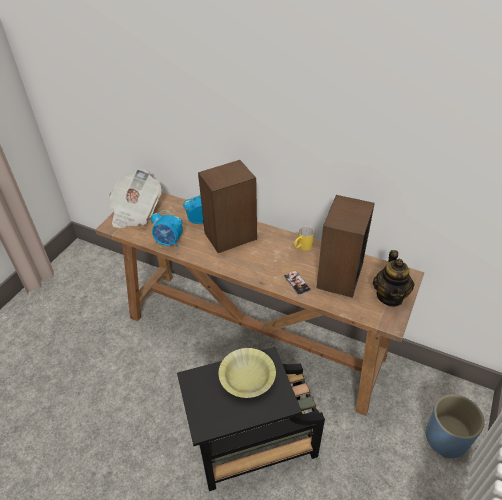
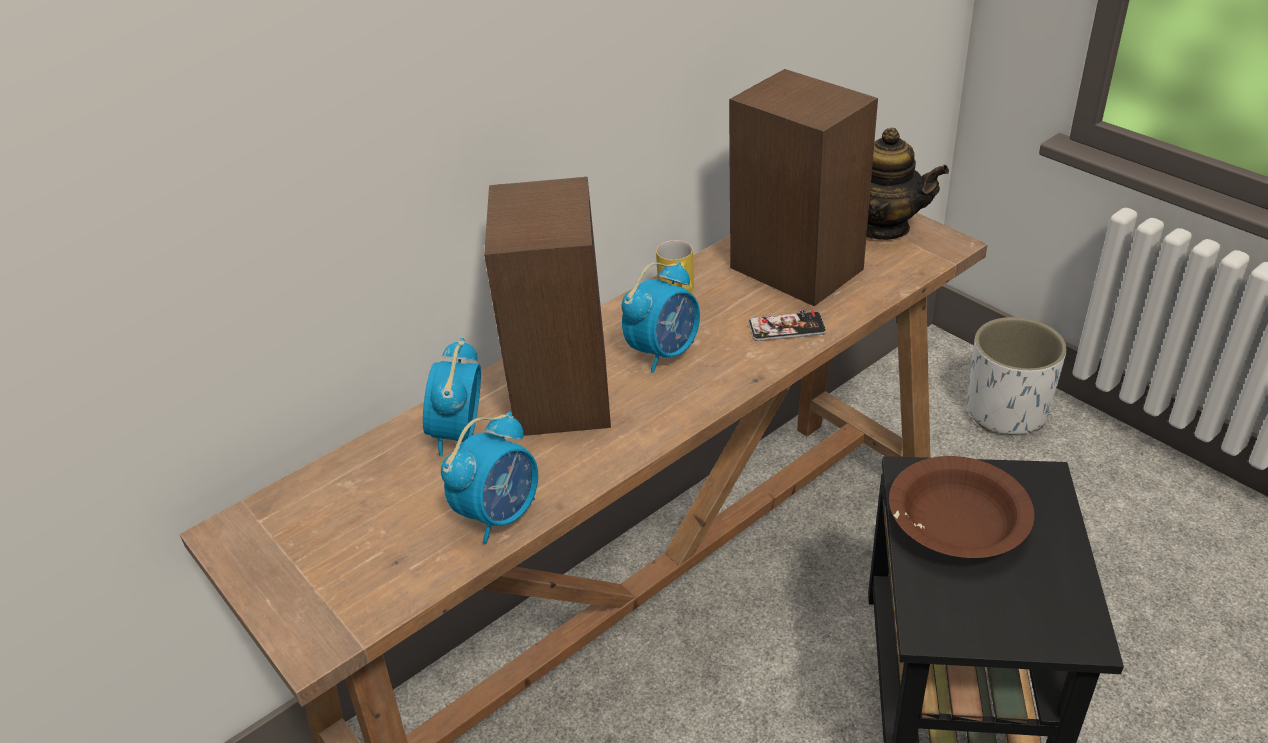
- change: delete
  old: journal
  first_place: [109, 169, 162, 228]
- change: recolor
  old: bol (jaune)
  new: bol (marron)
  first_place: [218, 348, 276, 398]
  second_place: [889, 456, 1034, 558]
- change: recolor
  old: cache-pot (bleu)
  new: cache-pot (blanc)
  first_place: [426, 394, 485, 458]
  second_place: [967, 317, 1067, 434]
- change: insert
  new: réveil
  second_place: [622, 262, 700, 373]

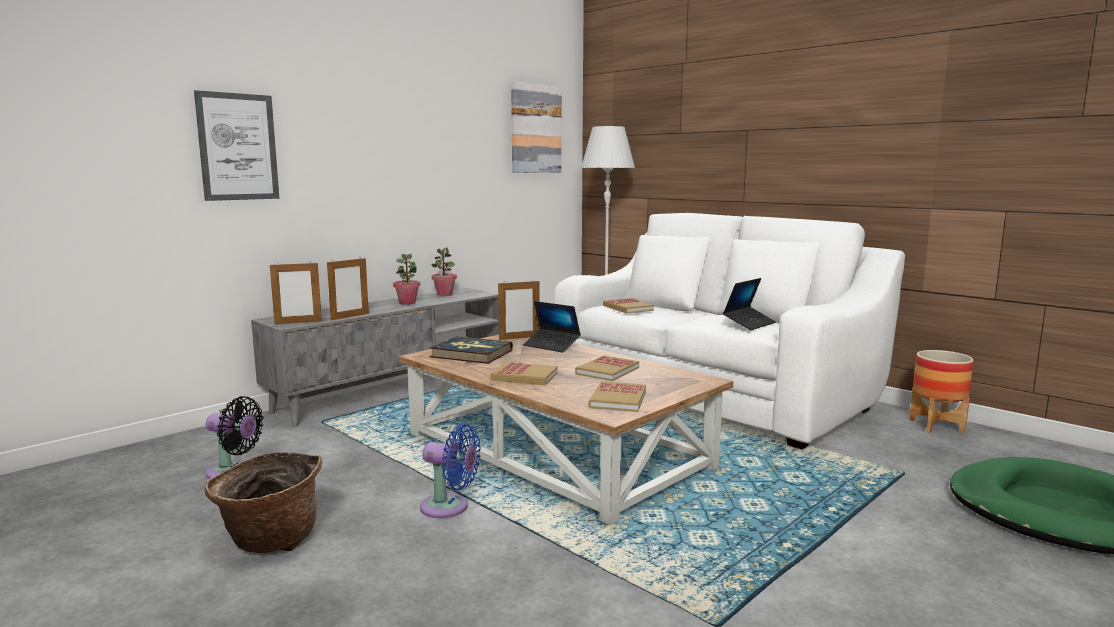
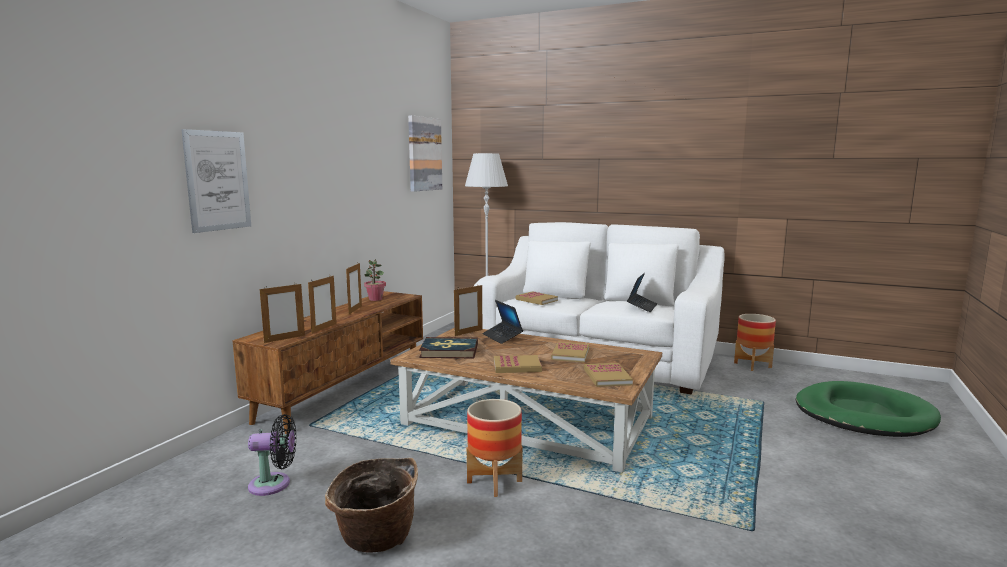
- change: replace
  old: plante en pot
  new: cadre photo
  first_place: [393, 254, 420, 305]
  second_place: [346, 262, 362, 314]
- change: recolor
  old: meuble télé (gris)
  new: meuble télé (marron)
  first_place: [251, 288, 499, 427]
  second_place: [232, 291, 423, 434]
- change: rotate
  old: ordinateur portable
  first_place: [523, 301, 581, 353]
  second_place: [482, 300, 523, 344]
  degrees: 45
- change: replace
  old: ventilateur (bleu)
  new: cache-pot
  first_place: [420, 424, 481, 518]
  second_place: [467, 399, 523, 497]

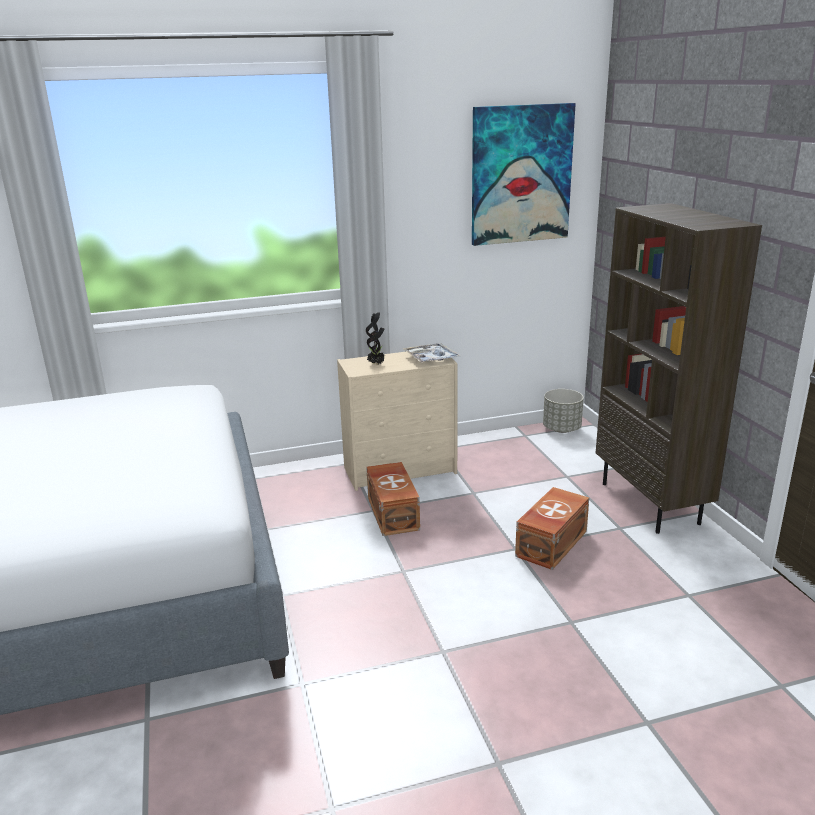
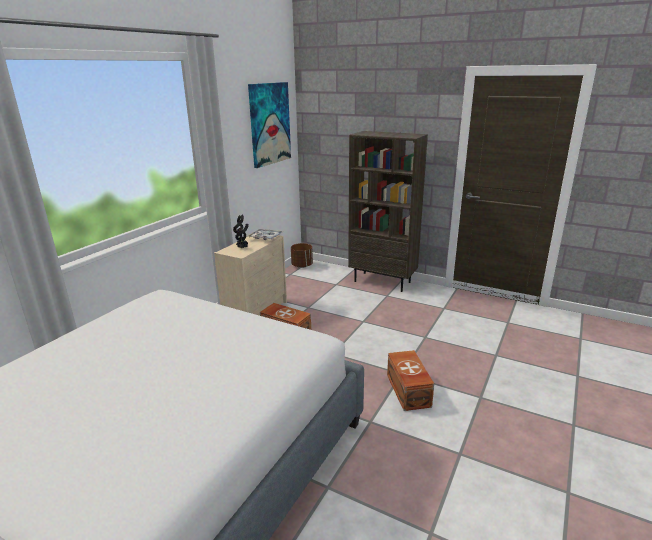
- change: recolor
  old: cache-pot (gris)
  new: cache-pot (marron)
  first_place: [543, 389, 584, 433]
  second_place: [291, 243, 313, 268]
- change: move
  old: boîte de rangement (marron)
  first_place: [515, 487, 589, 570]
  second_place: [387, 350, 434, 411]

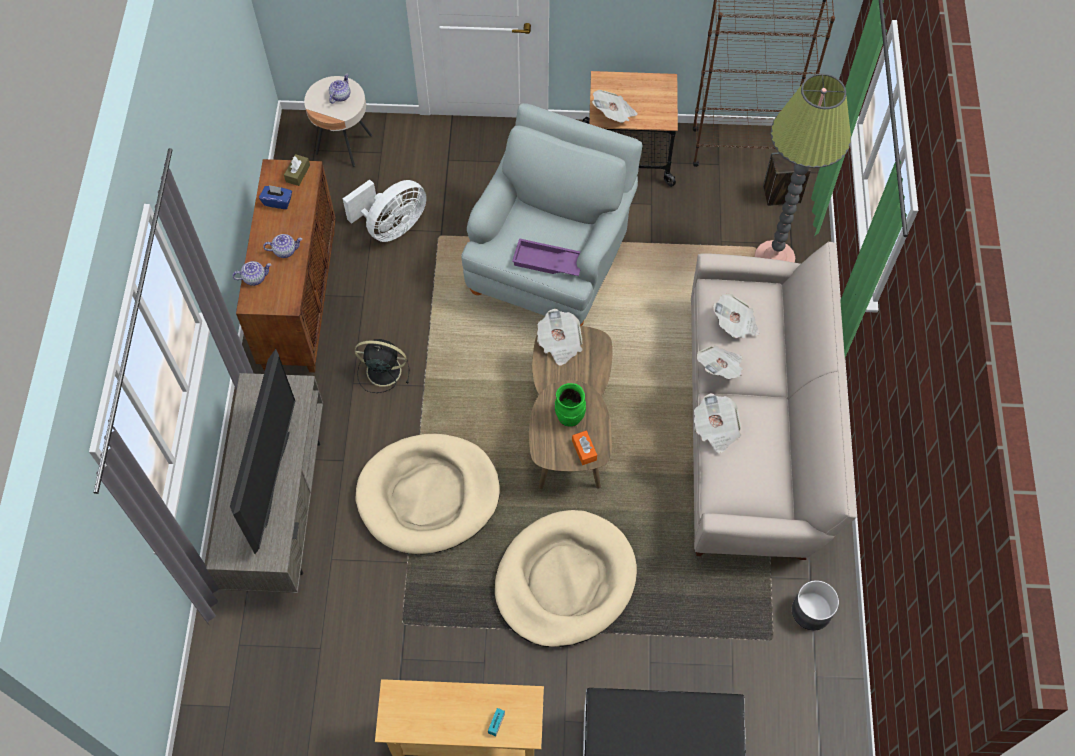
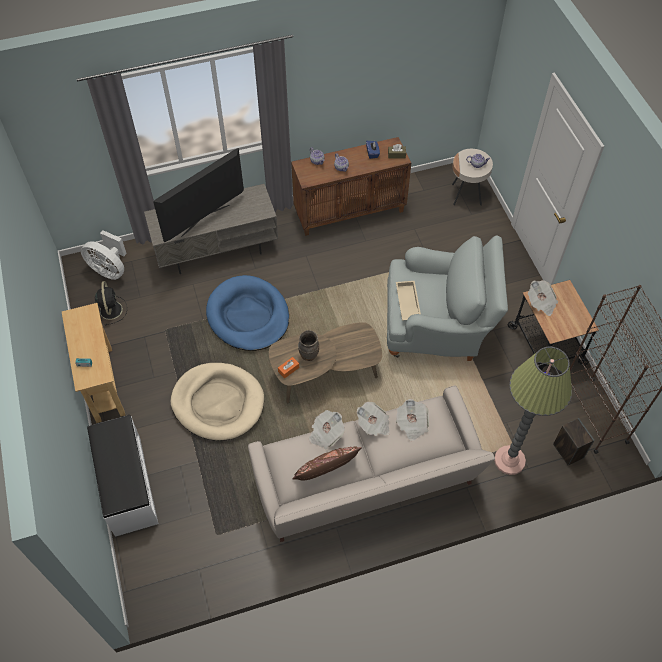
- change: move
  old: ventilateur (blanc)
  first_place: [343, 180, 427, 242]
  second_place: [81, 230, 127, 280]
- change: recolor
  old: plateau (violet)
  new: plateau (beige)
  first_place: [512, 238, 581, 276]
  second_place: [396, 281, 421, 321]
- change: delete
  old: journal
  first_place: [537, 309, 582, 366]
- change: move
  old: ventilateur (noir)
  first_place: [354, 339, 409, 393]
  second_place: [95, 281, 127, 325]
- change: rotate
  old: téléviseur
  first_place: [230, 349, 295, 554]
  second_place: [153, 148, 244, 242]
  degrees: 150
- change: recolor
  old: vase (vert)
  new: vase (marron)
  first_place: [555, 383, 586, 427]
  second_place: [298, 330, 319, 361]
- change: recolor
  old: panier pour chien (beige)
  new: panier pour chien (bleu)
  first_place: [356, 434, 500, 554]
  second_place: [206, 275, 289, 351]
- change: delete
  old: cache-pot (gris)
  first_place: [792, 580, 839, 630]
- change: insert
  new: coussin (marron)
  second_place: [293, 446, 361, 481]

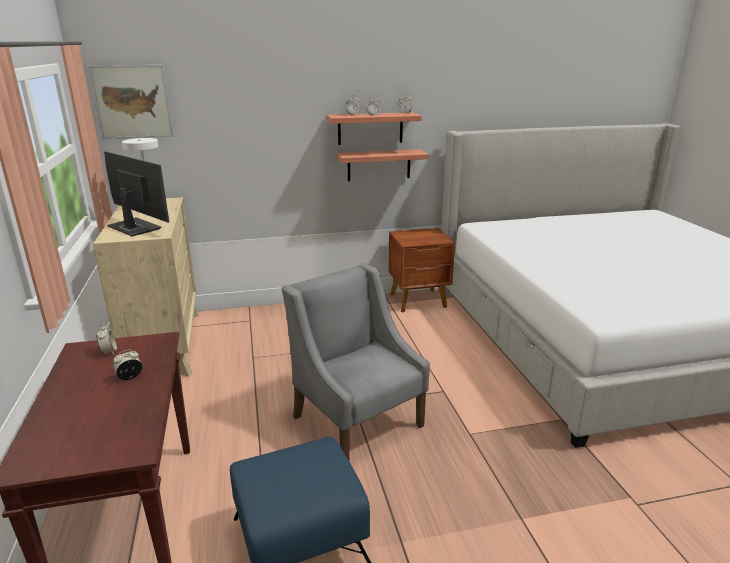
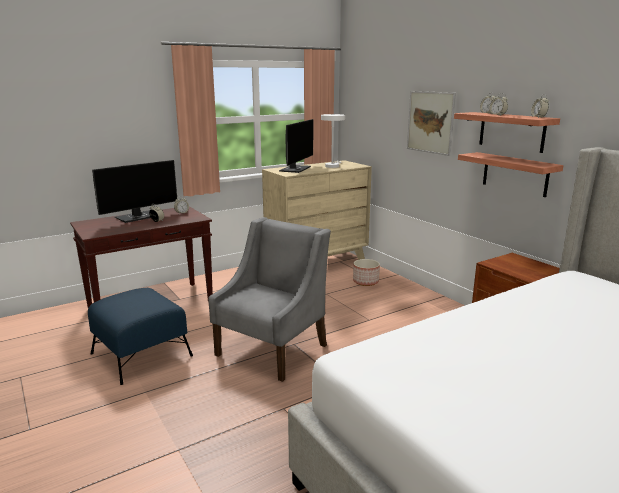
- change: move
  old: tableau
  first_place: [87, 65, 174, 139]
  second_place: [407, 91, 456, 156]
- change: insert
  new: écran d'ordinateur
  second_place: [92, 160, 177, 223]
- change: insert
  new: cache-pot
  second_place: [353, 259, 380, 286]

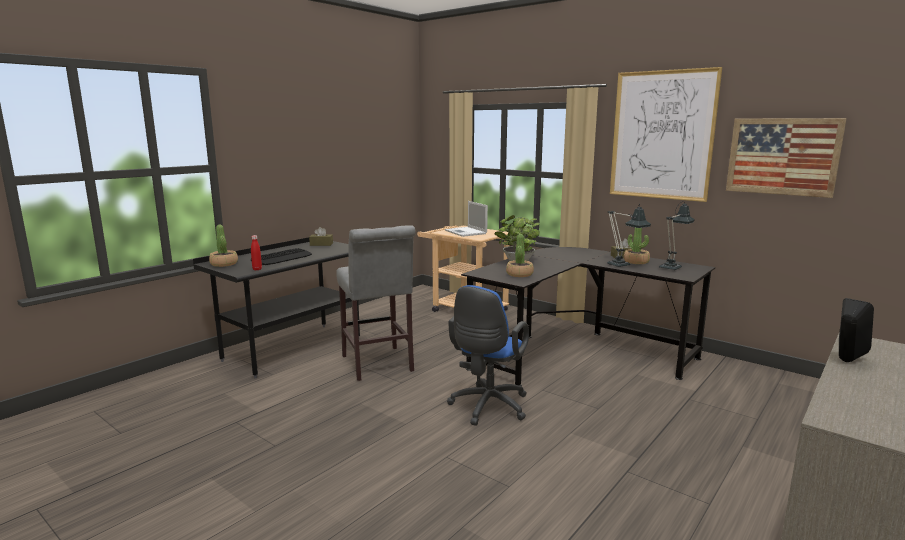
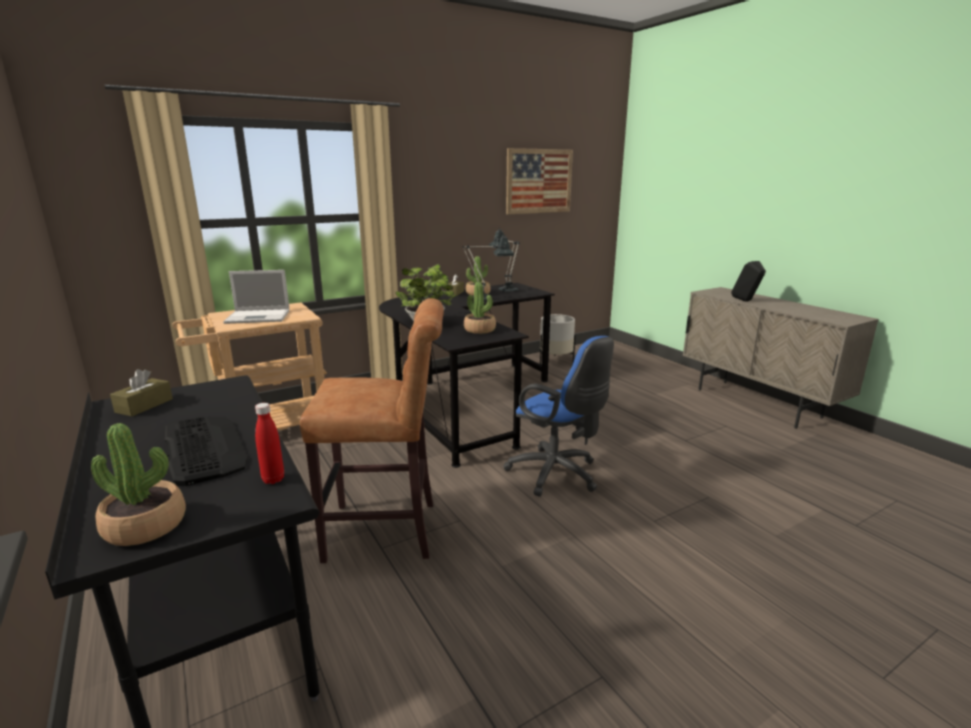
- change: delete
  old: tableau
  first_place: [610, 67, 722, 202]
- change: recolor
  old: tabouret (gris)
  new: tabouret (marron)
  first_place: [336, 225, 416, 381]
  second_place: [300, 298, 444, 563]
- change: insert
  new: cache-pot (blanc)
  second_place: [540, 314, 575, 364]

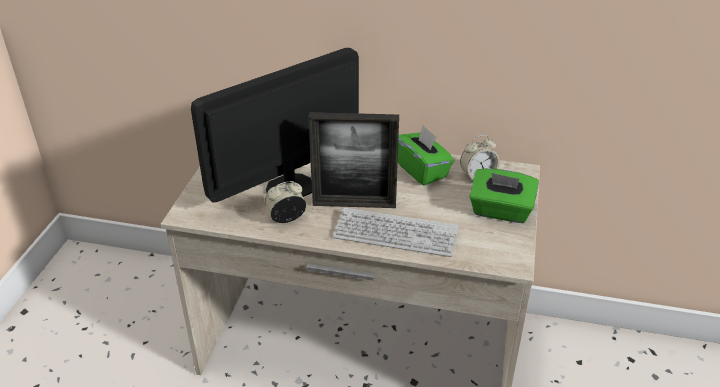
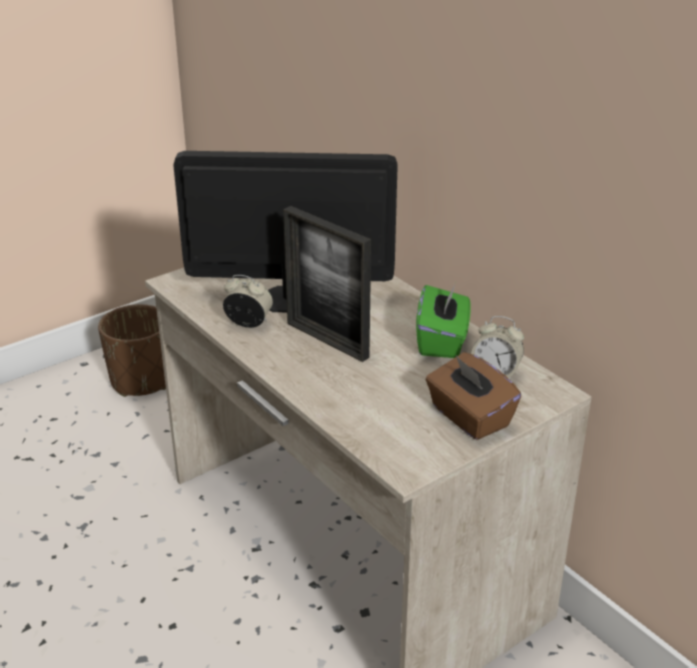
- change: recolor
  old: boîte à mouchoirs (vert)
  new: boîte à mouchoirs (marron)
  first_place: [470, 168, 539, 223]
  second_place: [425, 352, 521, 440]
- change: delete
  old: clavier
  first_place: [333, 208, 458, 257]
- change: insert
  new: cache-pot (marron)
  second_place: [98, 304, 166, 397]

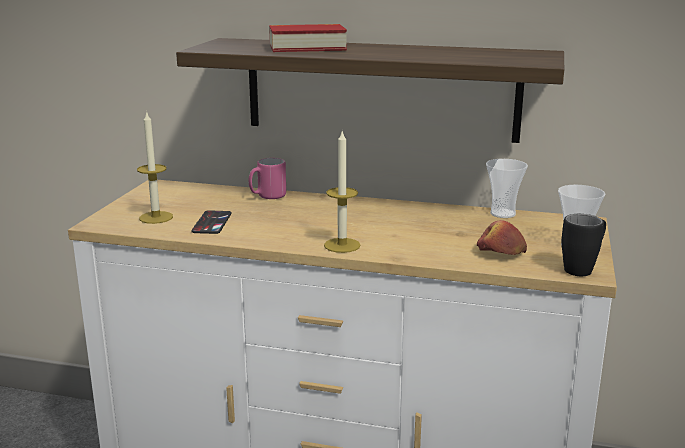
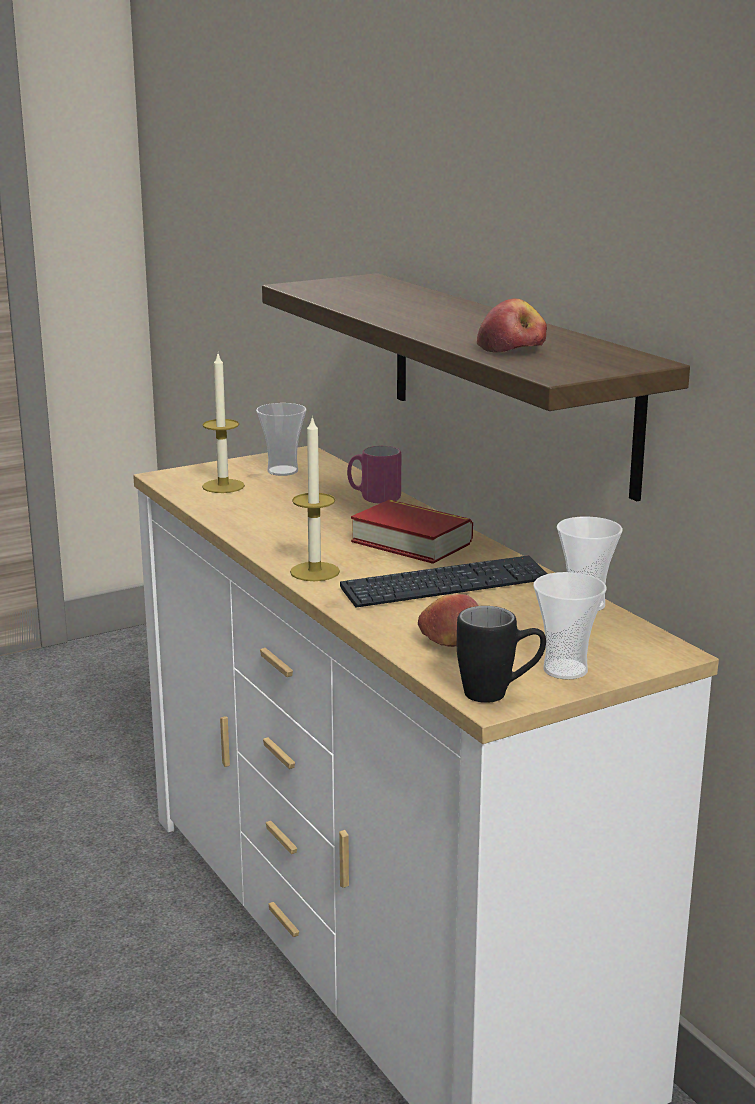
- change: move
  old: livre
  first_place: [269, 24, 347, 52]
  second_place: [351, 499, 473, 564]
- change: delete
  old: téléphone
  first_place: [191, 210, 232, 234]
- change: insert
  new: pomme
  second_place: [477, 299, 547, 353]
- change: insert
  new: tasse
  second_place: [256, 403, 307, 476]
- change: insert
  new: clavier
  second_place: [340, 555, 548, 608]

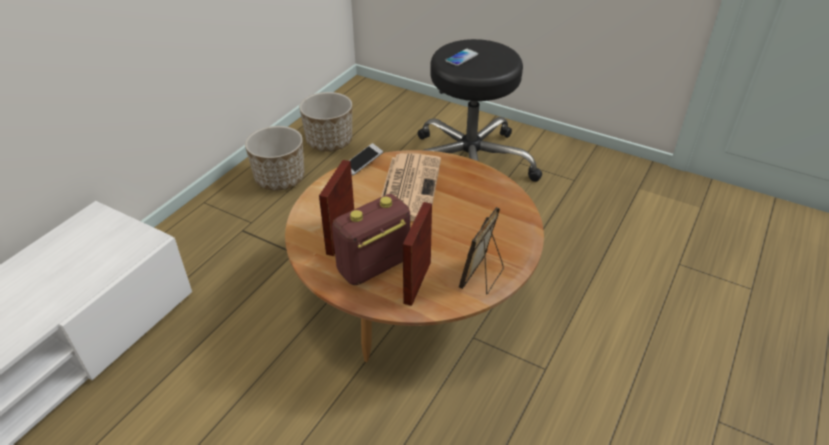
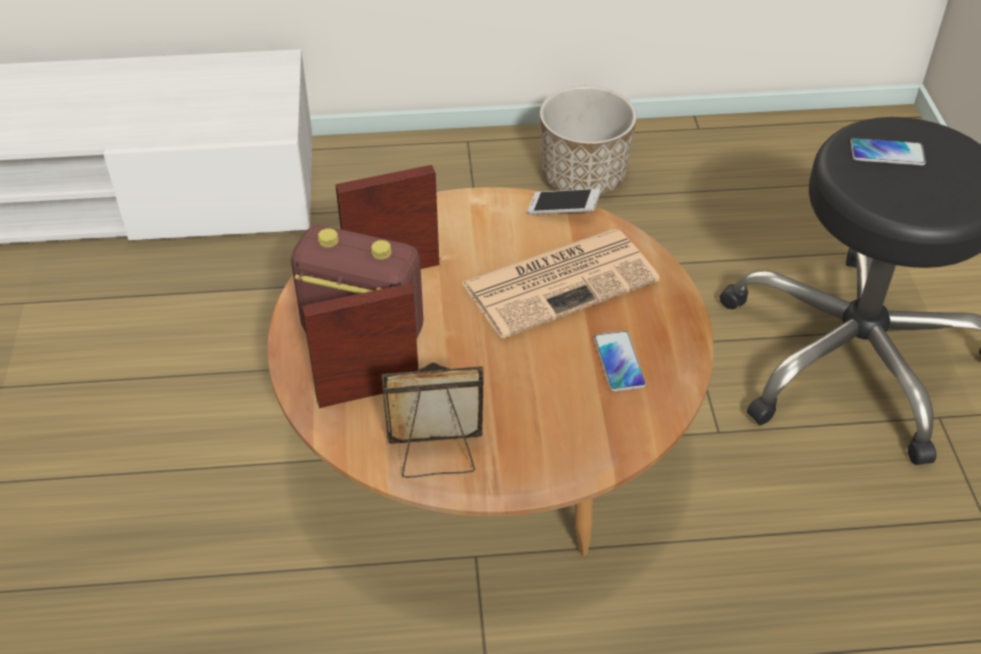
- change: delete
  old: cache-pot
  first_place: [299, 92, 352, 151]
- change: insert
  new: téléphone
  second_place: [594, 331, 646, 391]

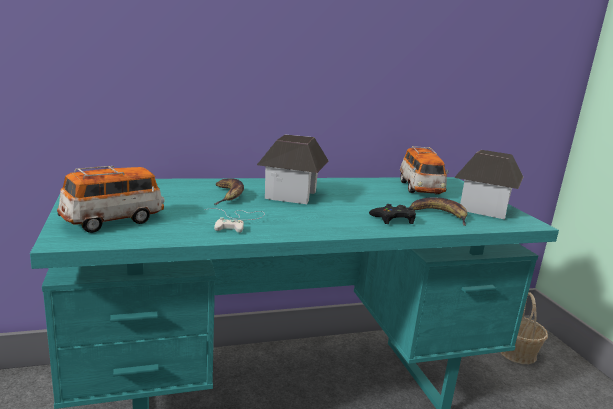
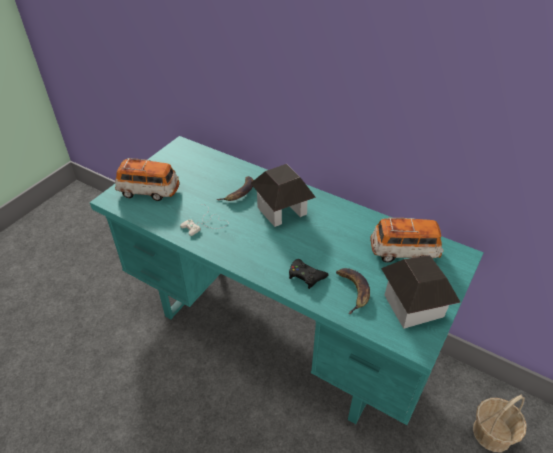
- change: rotate
  old: petite voiture
  first_place: [400, 146, 449, 195]
  second_place: [370, 218, 443, 263]
  degrees: -135

